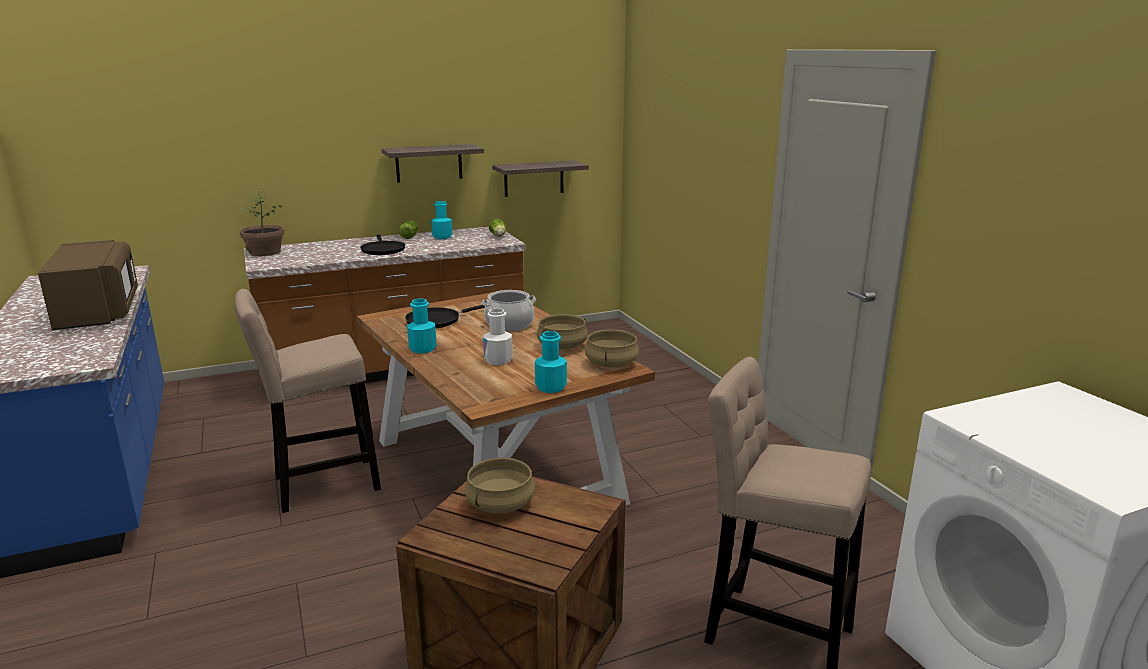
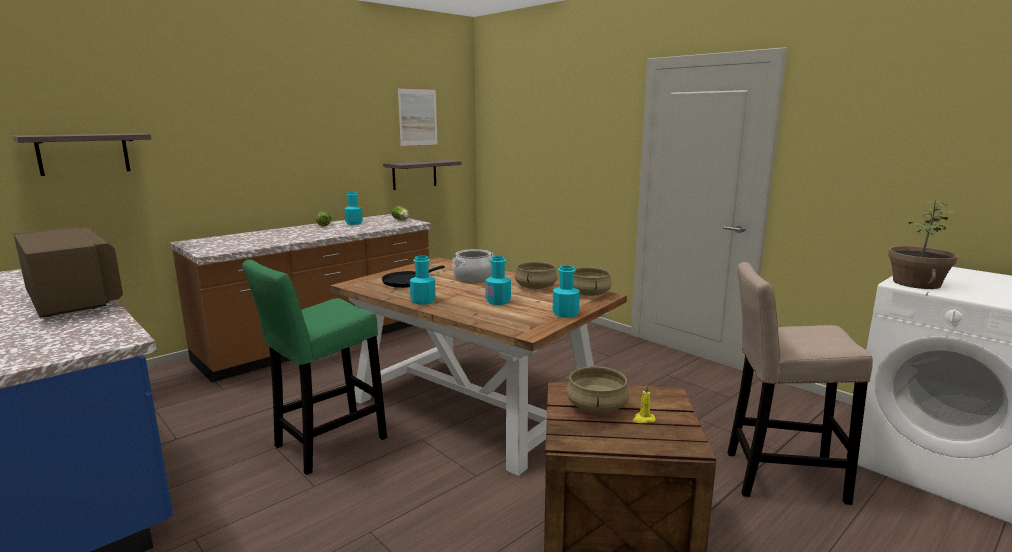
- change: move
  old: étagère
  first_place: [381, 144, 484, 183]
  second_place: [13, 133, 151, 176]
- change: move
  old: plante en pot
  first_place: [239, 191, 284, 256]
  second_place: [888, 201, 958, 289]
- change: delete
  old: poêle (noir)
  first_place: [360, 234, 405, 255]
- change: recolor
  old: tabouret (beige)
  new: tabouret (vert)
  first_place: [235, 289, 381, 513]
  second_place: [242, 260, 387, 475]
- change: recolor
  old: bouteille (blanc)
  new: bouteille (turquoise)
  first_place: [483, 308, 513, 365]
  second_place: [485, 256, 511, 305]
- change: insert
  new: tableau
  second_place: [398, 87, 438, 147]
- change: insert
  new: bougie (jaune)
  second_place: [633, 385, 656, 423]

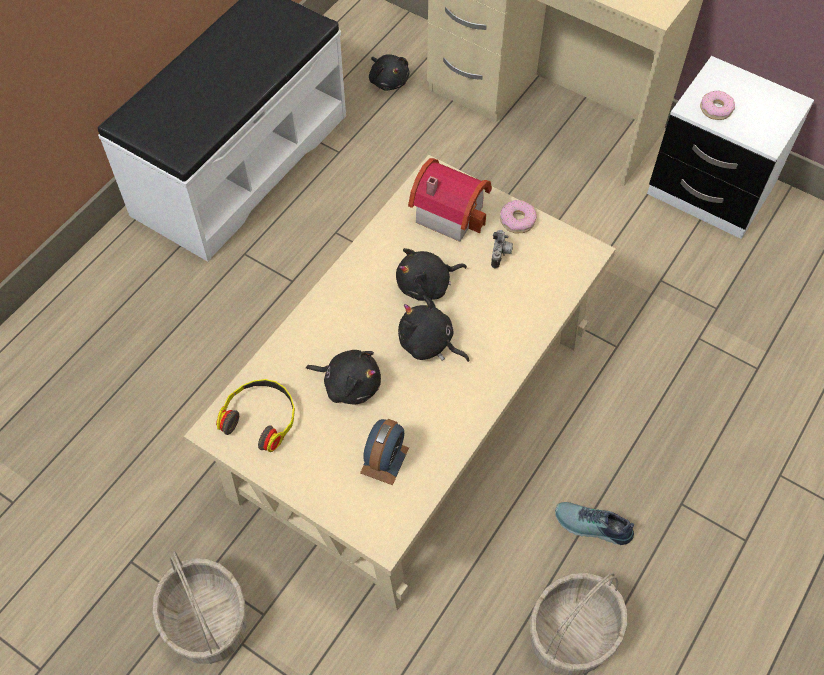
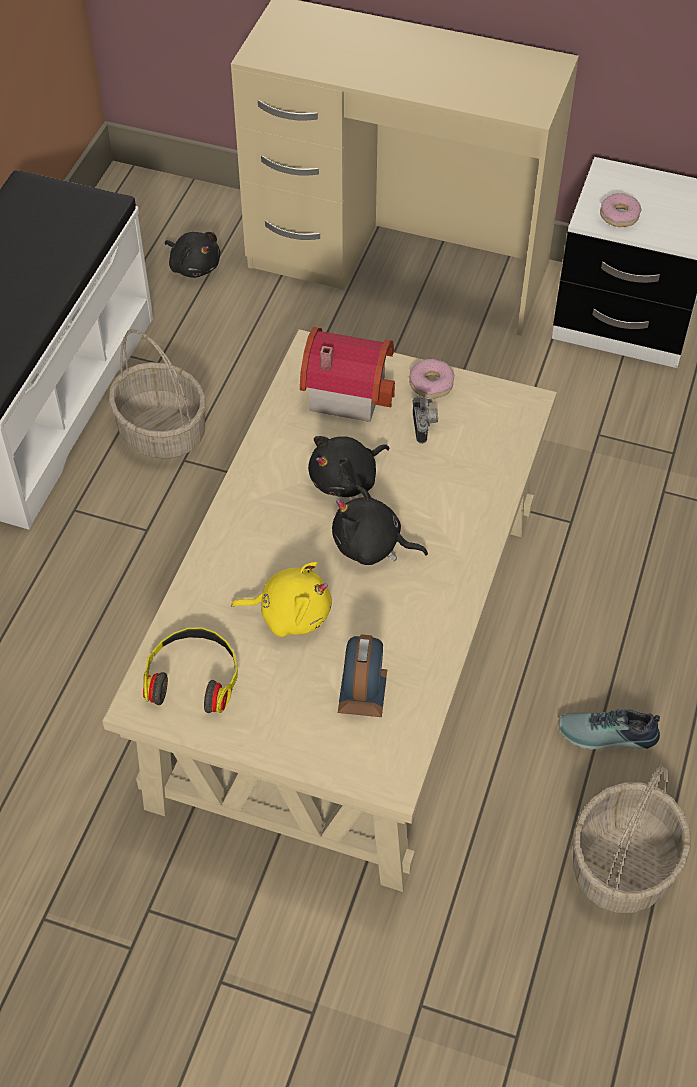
- change: recolor
  old: peluche (noir)
  new: peluche (jaune)
  first_place: [306, 350, 381, 404]
  second_place: [231, 562, 332, 637]
- change: move
  old: panier
  first_place: [152, 551, 246, 664]
  second_place: [109, 329, 206, 459]

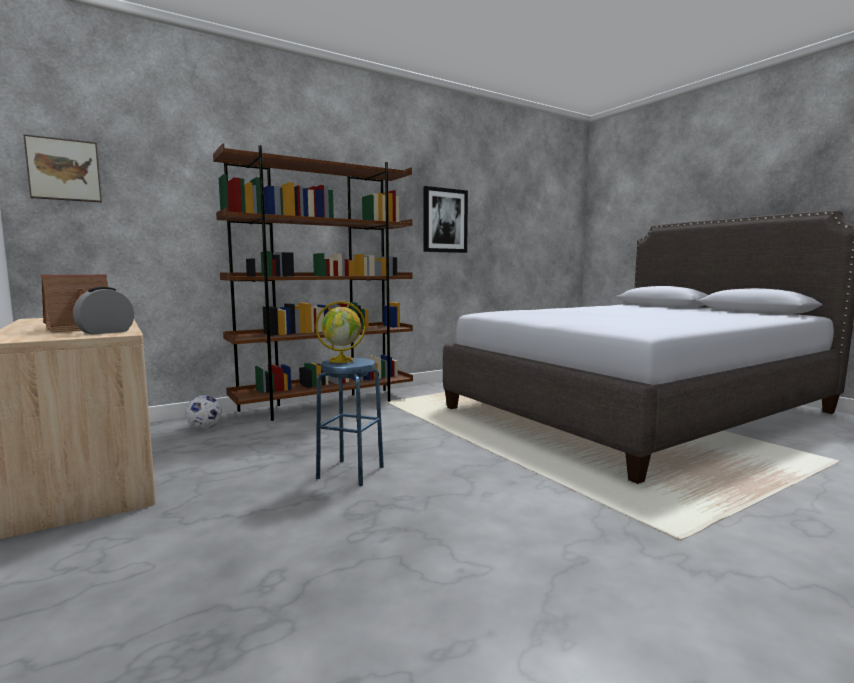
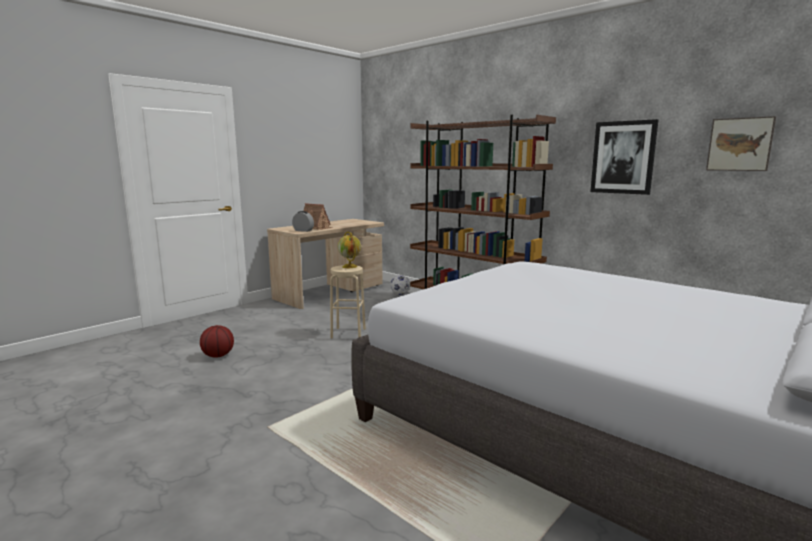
- change: move
  old: tableau
  first_place: [23, 134, 102, 202]
  second_place: [706, 116, 776, 171]
- change: recolor
  old: tabouret (bleu)
  new: tabouret (beige)
  first_place: [316, 358, 384, 486]
  second_place: [330, 265, 366, 339]
- change: insert
  new: ballon de basket
  second_place: [200, 325, 234, 358]

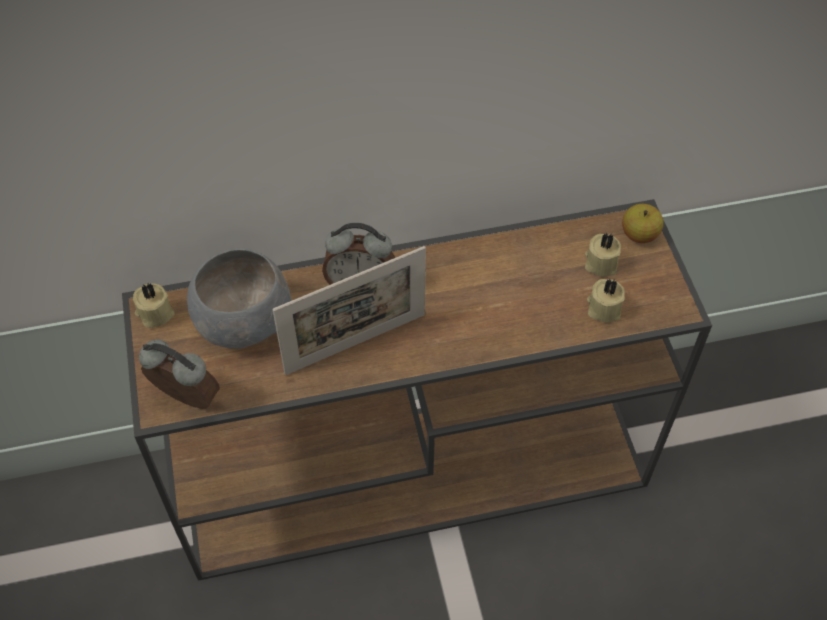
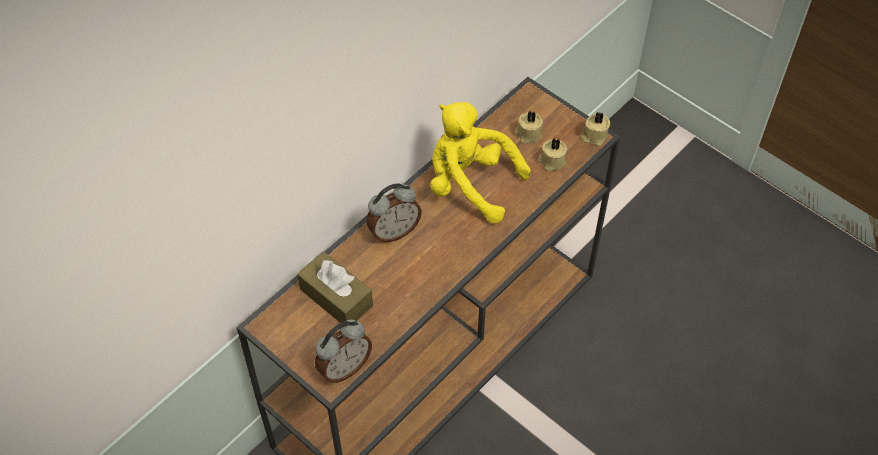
- change: delete
  old: pomme
  first_place: [622, 204, 663, 243]
- change: delete
  old: cadre photo
  first_place: [272, 246, 426, 375]
- change: replace
  old: bol (gris)
  new: boîte à mouchoirs (marron)
  first_place: [187, 248, 291, 349]
  second_place: [297, 252, 373, 323]
- change: move
  old: bougie (beige)
  first_place: [133, 283, 175, 328]
  second_place: [581, 112, 610, 146]
- change: rotate
  old: réveil
  first_place: [139, 339, 220, 409]
  second_place: [315, 320, 372, 383]
  degrees: 150
- change: insert
  new: peluche (jaune)
  second_place: [430, 102, 531, 223]

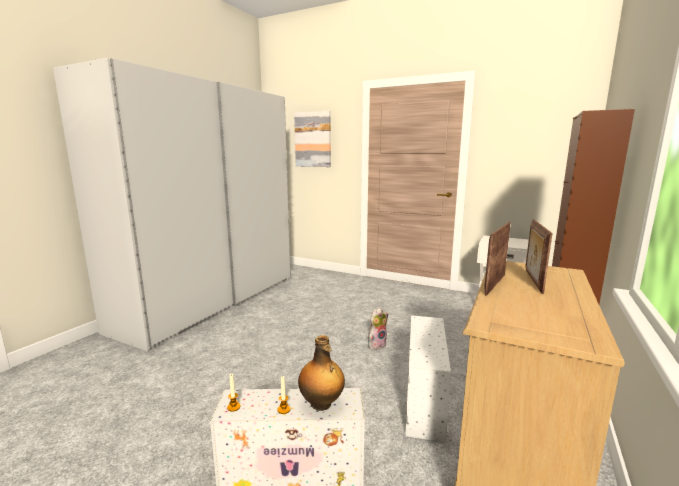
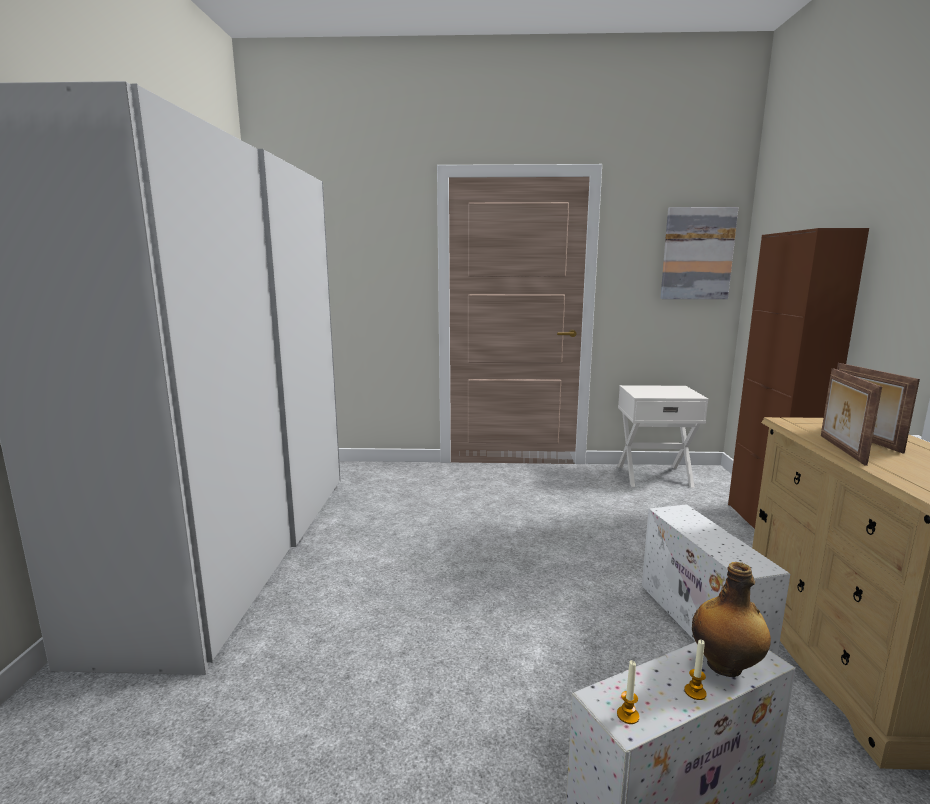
- change: move
  old: tableau
  first_place: [294, 111, 331, 167]
  second_place: [660, 207, 739, 299]
- change: delete
  old: peluche
  first_place: [368, 308, 389, 350]

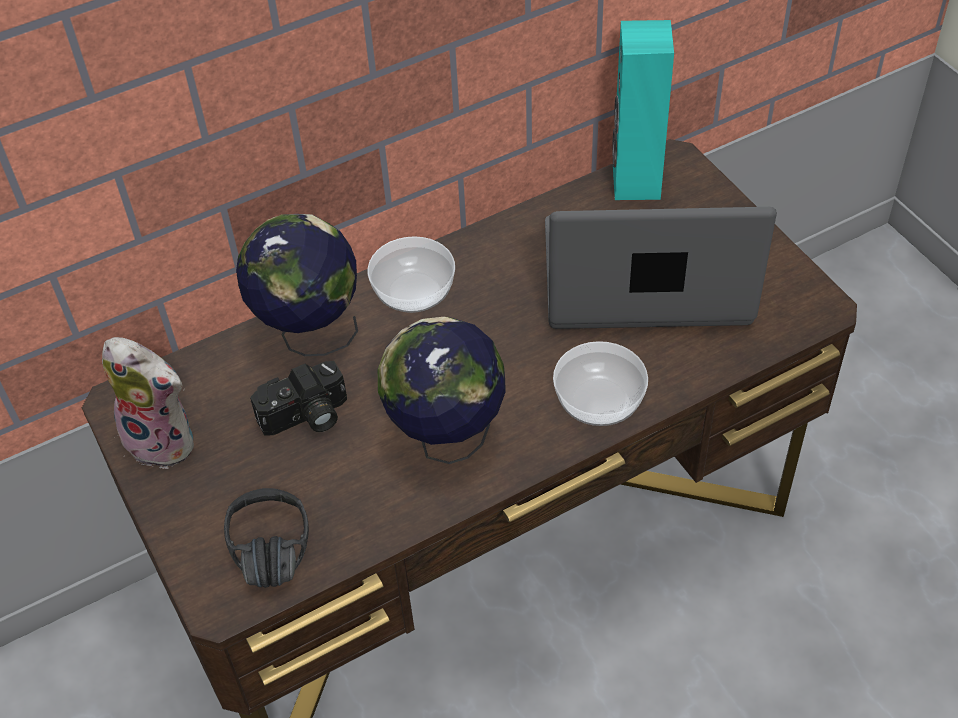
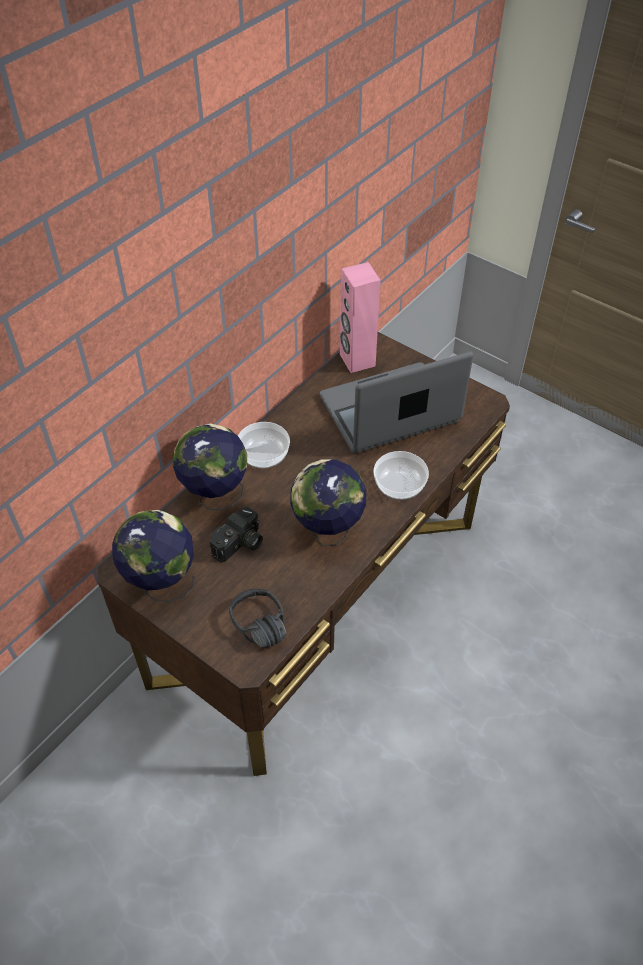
- change: recolor
  old: enceinte (turquoise)
  new: enceinte (rose)
  first_place: [613, 20, 674, 200]
  second_place: [340, 262, 381, 373]
- change: replace
  old: peluche
  new: globe
  first_place: [102, 337, 194, 469]
  second_place: [112, 510, 195, 602]

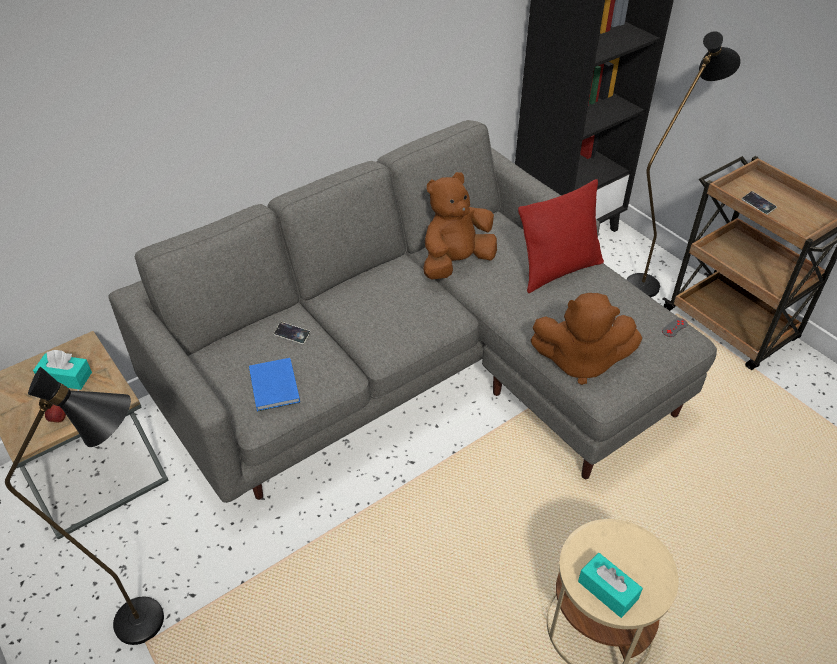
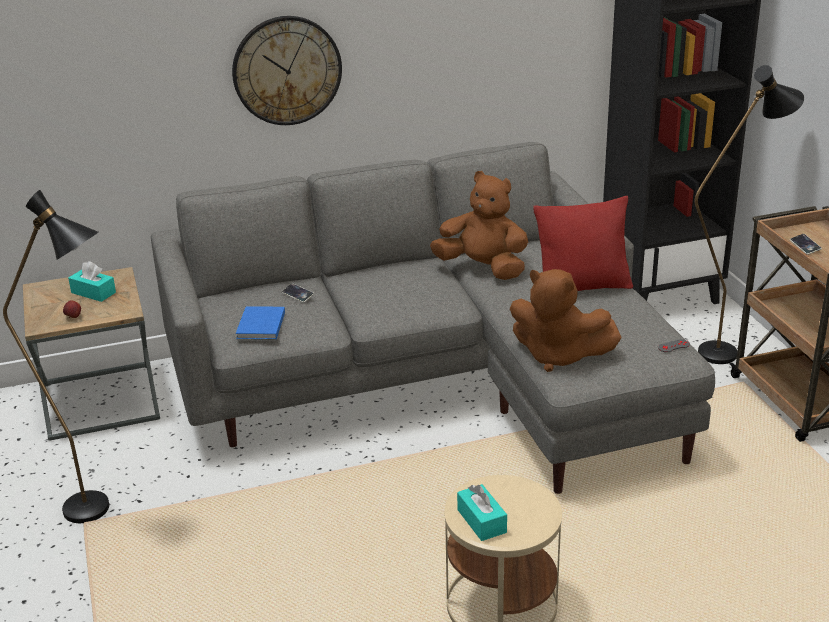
- change: rotate
  old: peluche (marron)
  first_place: [423, 172, 497, 280]
  second_place: [430, 171, 528, 280]
  degrees: 45
- change: insert
  new: horloge murale
  second_place: [232, 16, 342, 125]

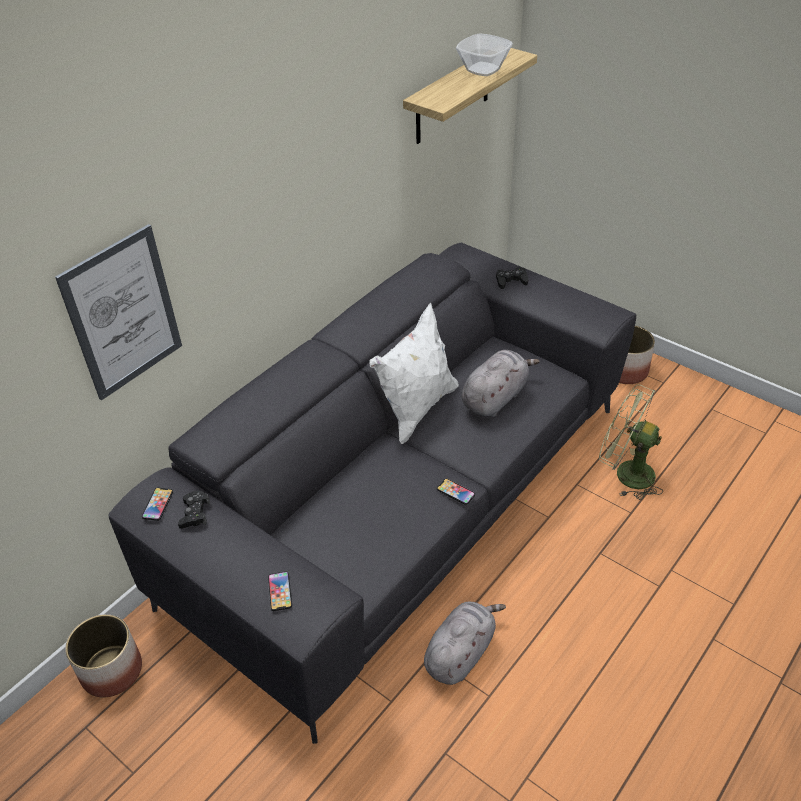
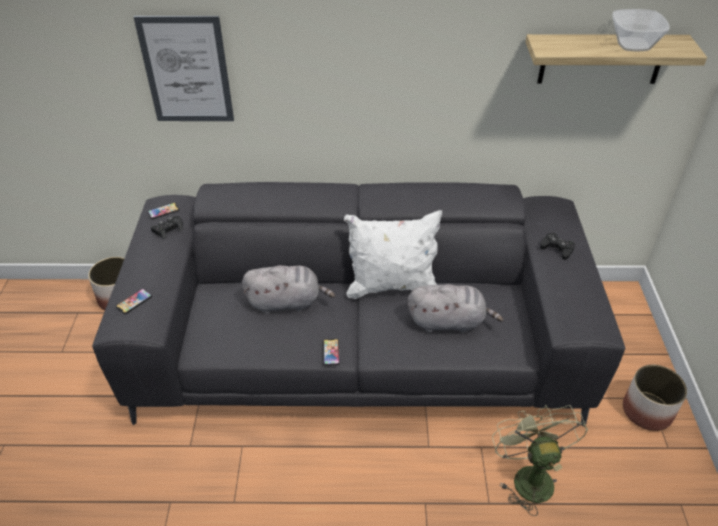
- change: move
  old: peluche (gris)
  first_place: [424, 602, 506, 685]
  second_place: [242, 265, 335, 314]

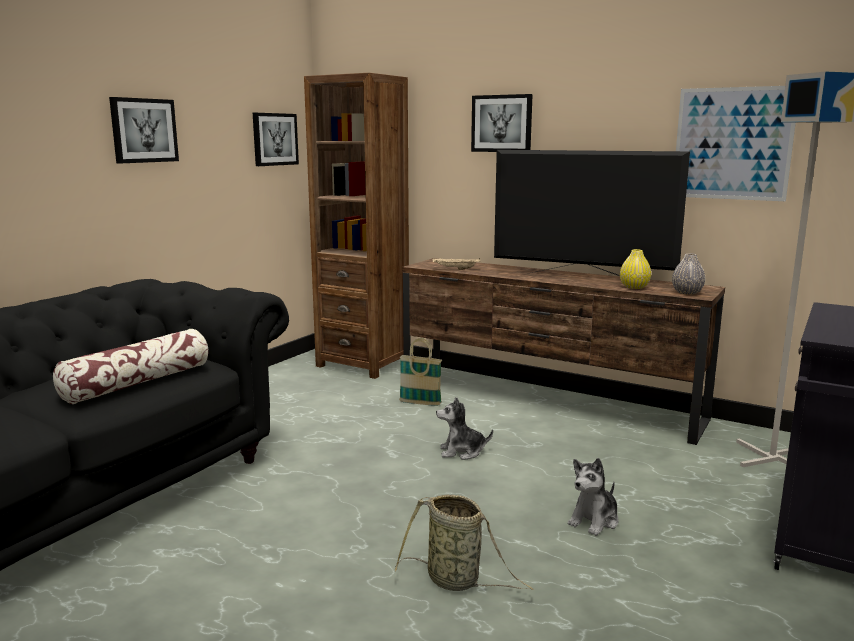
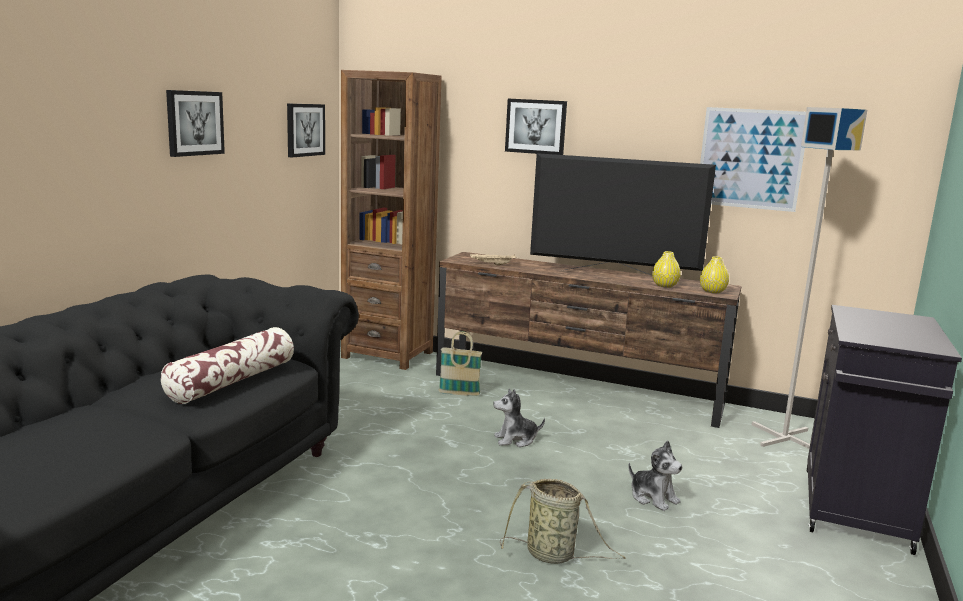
- change: recolor
  old: vase (gris)
  new: vase (jaune)
  first_place: [672, 253, 705, 295]
  second_place: [700, 256, 729, 293]
- change: rotate
  old: peluche
  first_place: [568, 458, 619, 536]
  second_place: [628, 441, 683, 511]
  degrees: -75

